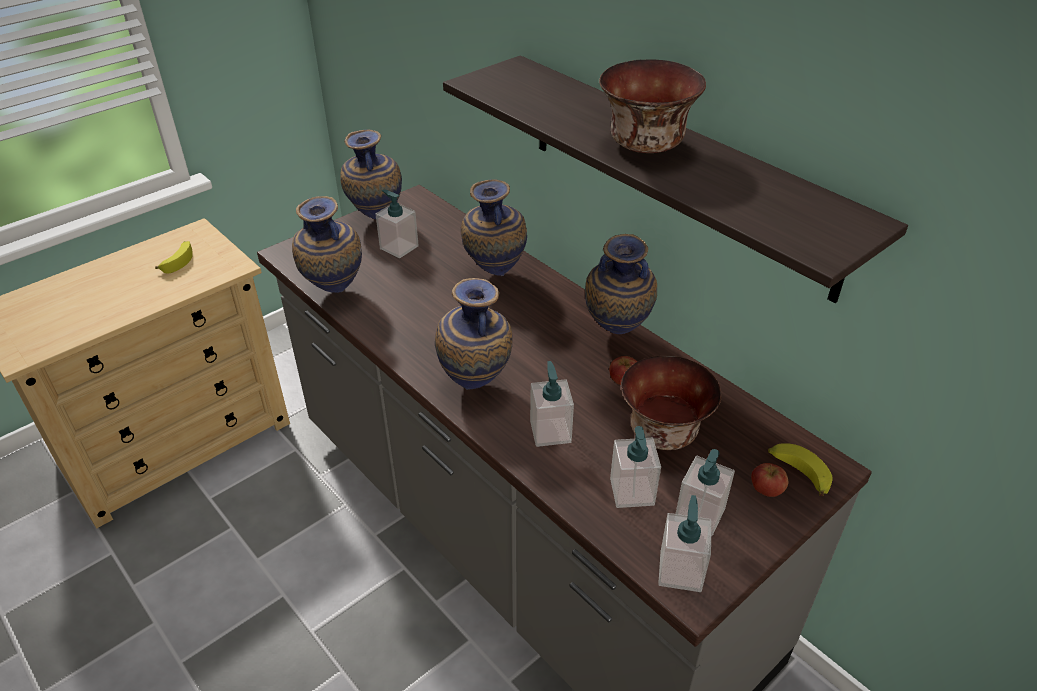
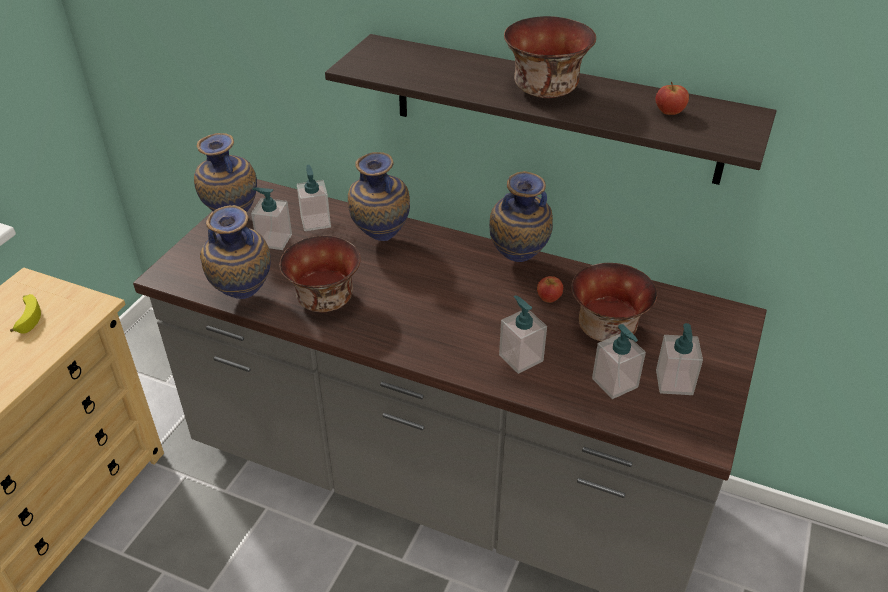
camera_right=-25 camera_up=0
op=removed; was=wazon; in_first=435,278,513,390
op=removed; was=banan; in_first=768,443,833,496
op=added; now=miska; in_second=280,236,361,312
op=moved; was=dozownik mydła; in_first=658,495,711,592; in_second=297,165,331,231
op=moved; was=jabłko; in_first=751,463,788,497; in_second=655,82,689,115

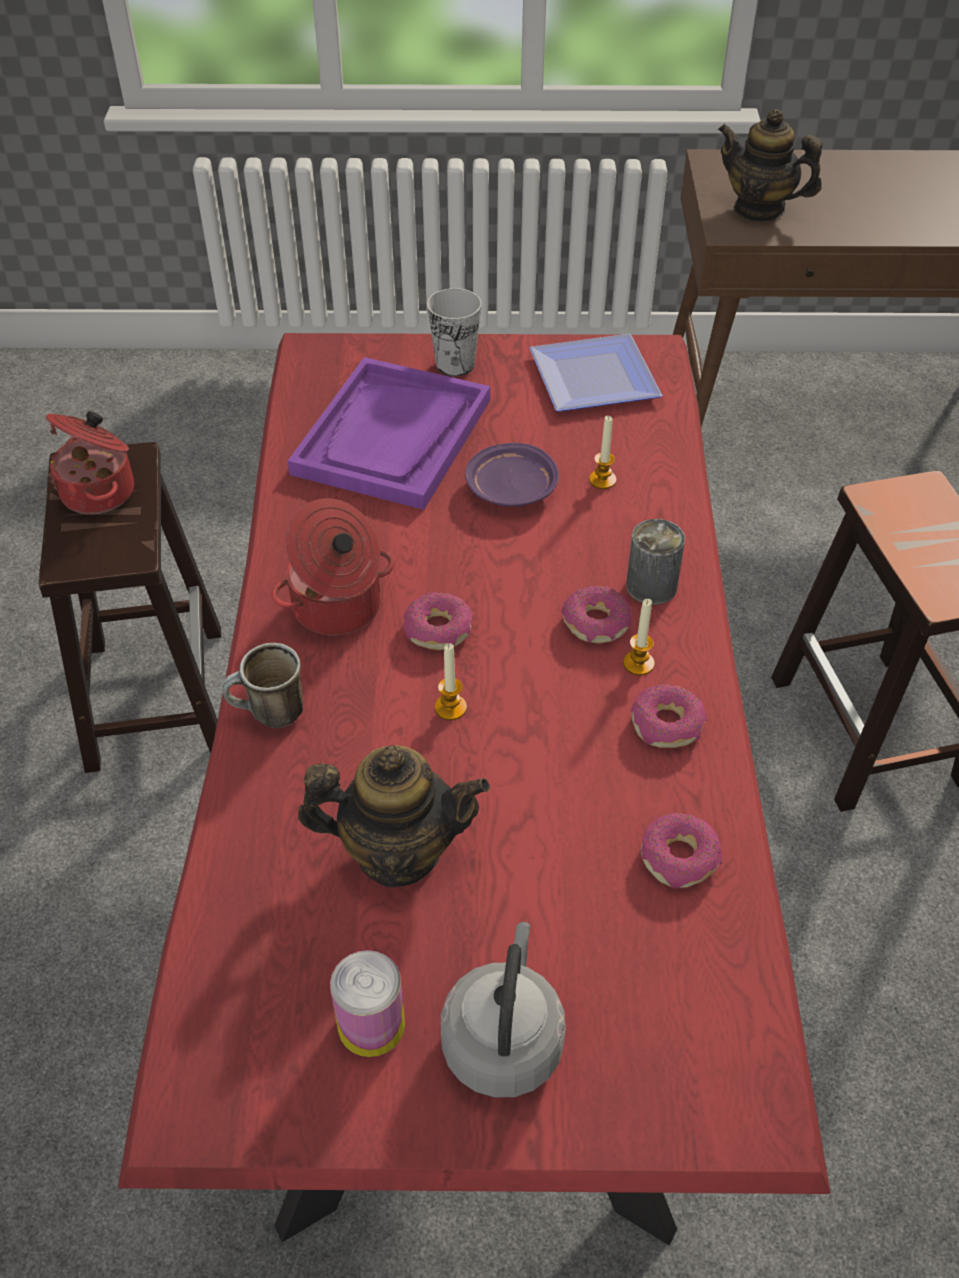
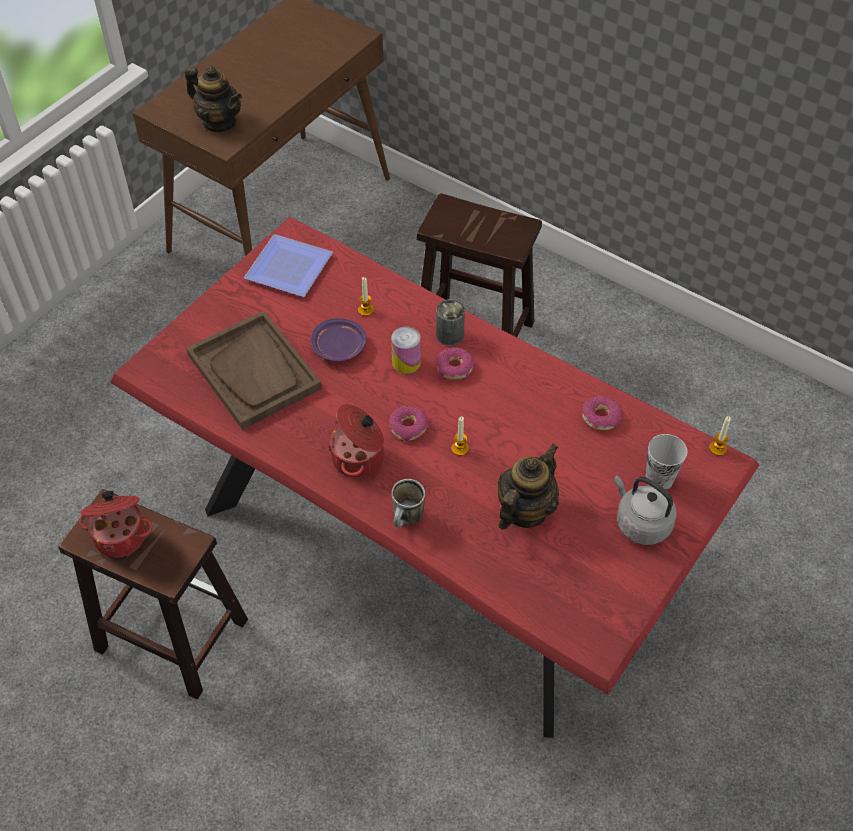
camera_right=-55 camera_up=5
op=removed; was=donut; in_first=631,684,707,748
op=moved; was=puszka; in_first=330,950,405,1057; in_second=391,326,421,374
op=moved; was=filiżanka; in_first=427,288,482,376; in_second=646,434,687,490
op=moved; was=świeca; in_first=623,599,655,675; in_second=709,416,731,456
op=recoloured; was=taca/fioletowy; now=taca/brązowy; in_first=288,357,490,510; in_second=186,311,322,430
op=turned; was=imbryk; in_first=718,109,823,222; in_second=185,66,242,132; clockwise=-120

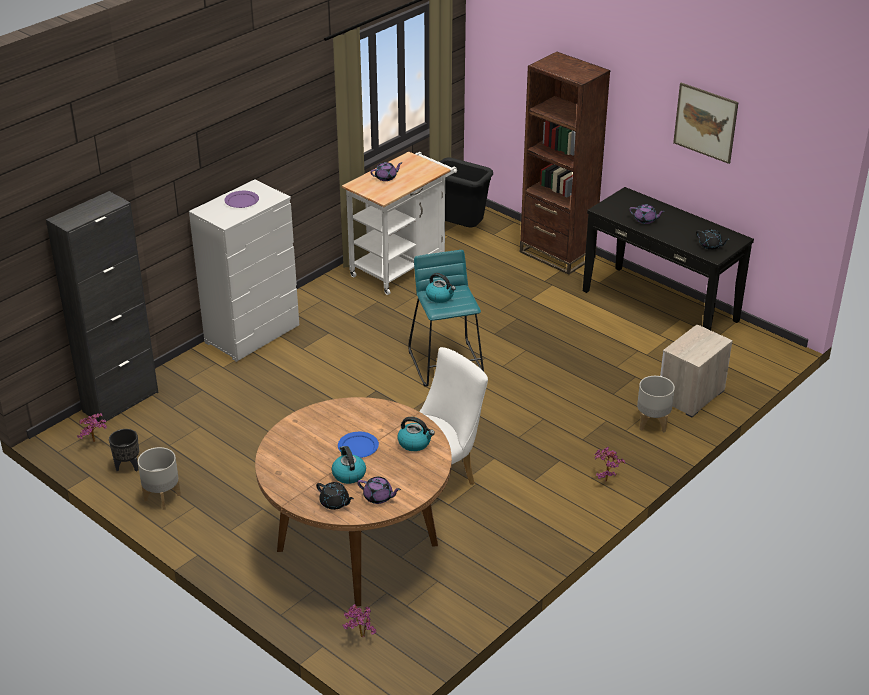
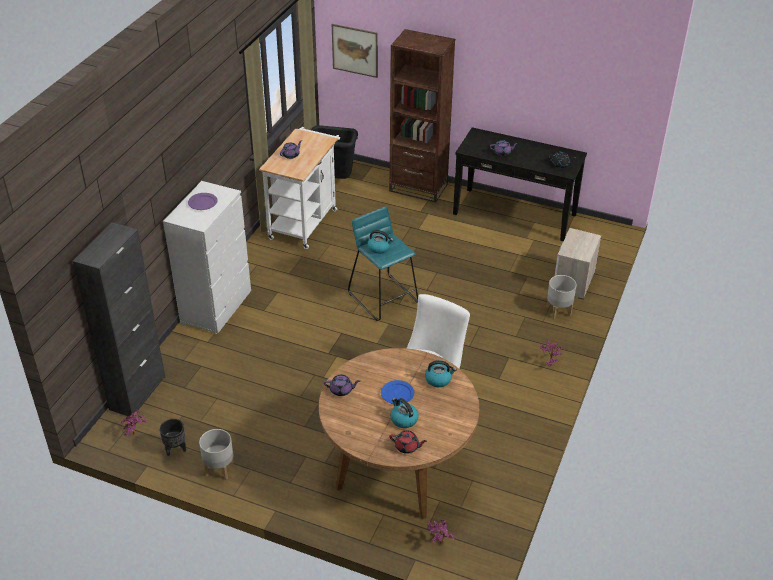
camera_right=-20 camera_up=5
op=moved; was=imbryk/fioletowy; in_first=357,477,401,504; in_second=324,375,360,396
op=moved; was=obraz; in_first=673,83,739,164; in_second=332,24,378,78
op=recoloured; was=imbryk/czarny; now=imbryk/czerwony; in_first=316,482,354,510; in_second=389,430,427,454

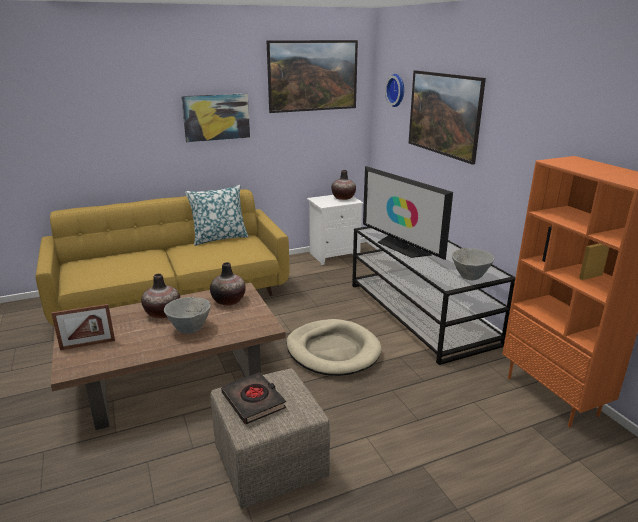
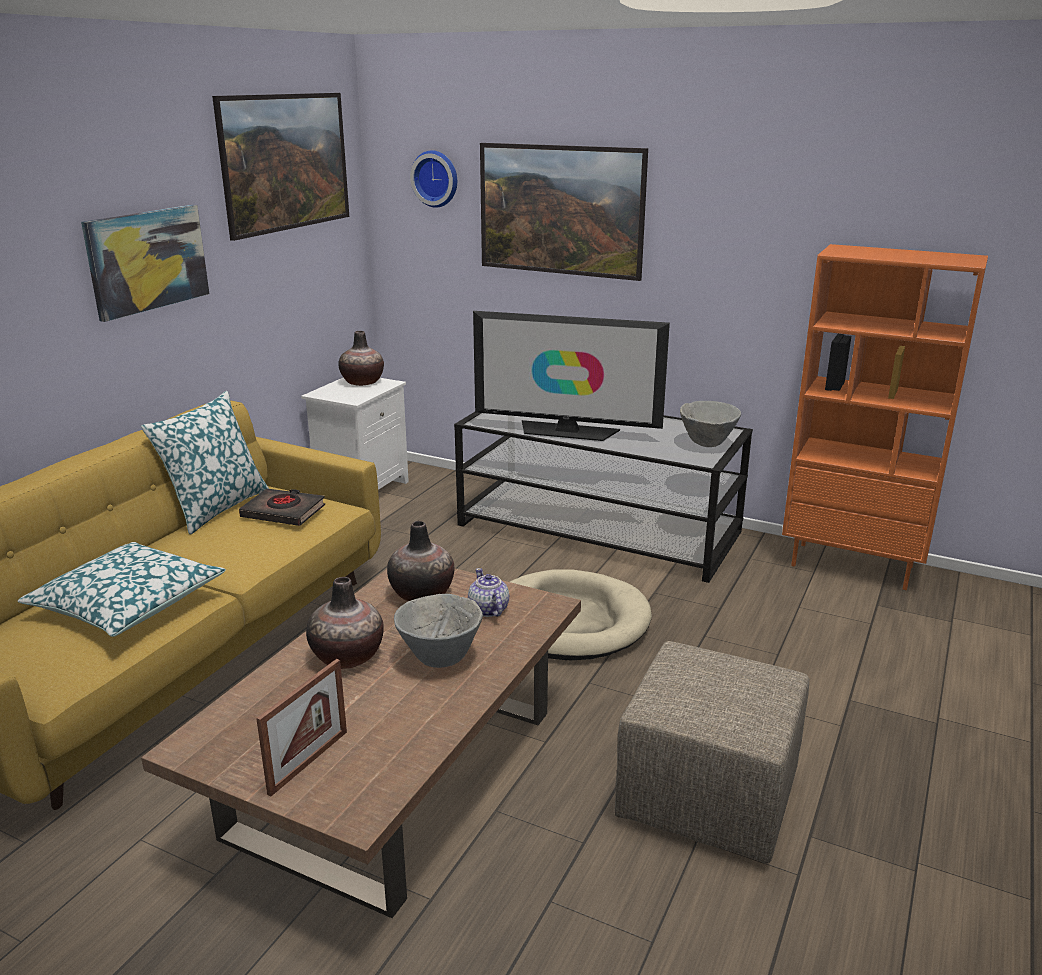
camera_right=-40 camera_up=0
op=added; now=poduszka; in_second=18,542,226,637
op=added; now=imbryk; in_second=468,568,509,617
op=moved; was=książka/czarny; in_first=221,372,286,424; in_second=239,489,325,526

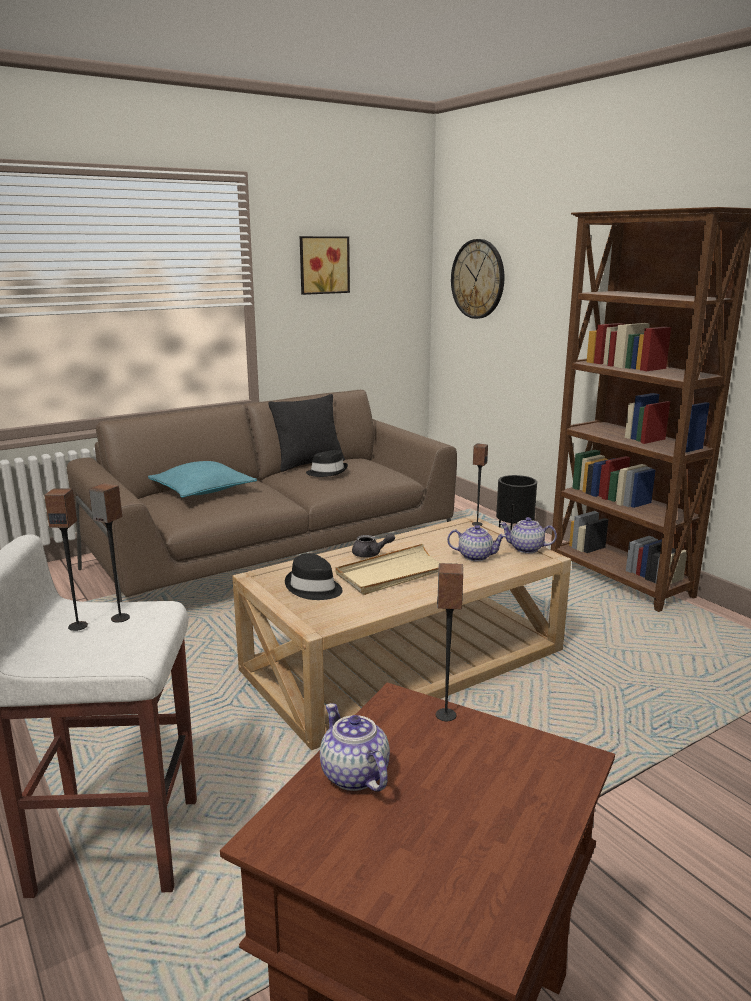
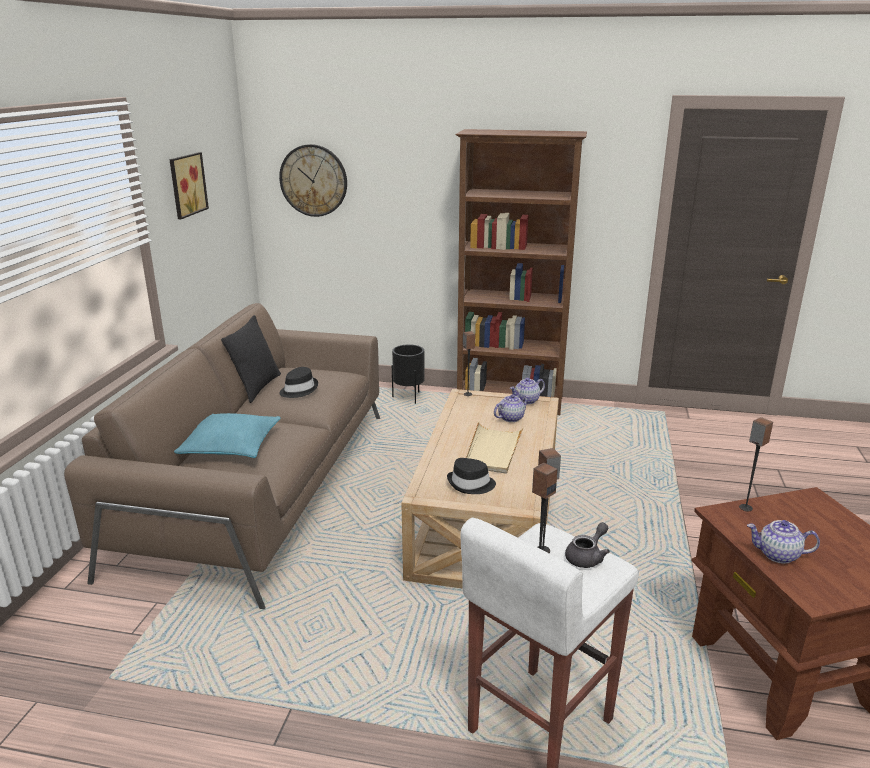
camera_right=-45 camera_up=5
op=moved; was=imbryk/szary; in_first=352,533,395,558; in_second=565,522,610,568

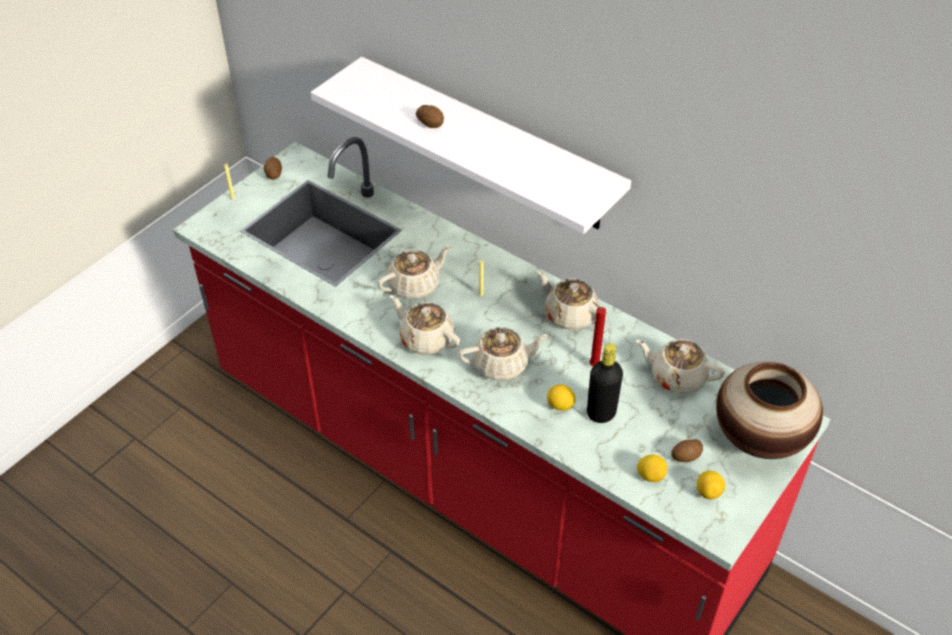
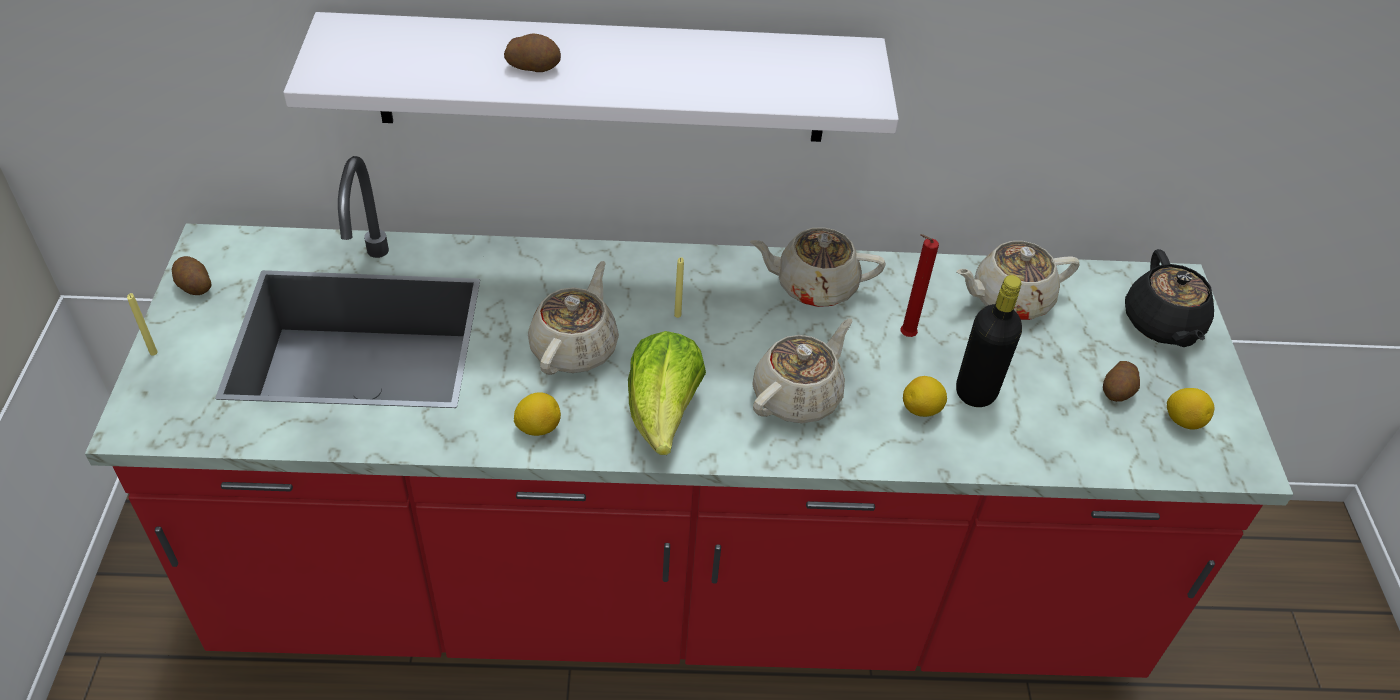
camera_right=-40 camera_up=0
op=moved; was=cytryna; in_first=637,454,667,482; in_second=514,392,561,436
op=replaced; was=imbryk/beżowy; now=sałata; in_first=390,295,460,355; in_second=628,331,706,455
op=replaced; was=wazon; now=imbryk/czarny; in_first=716,362,823,459; in_second=1125,249,1214,347

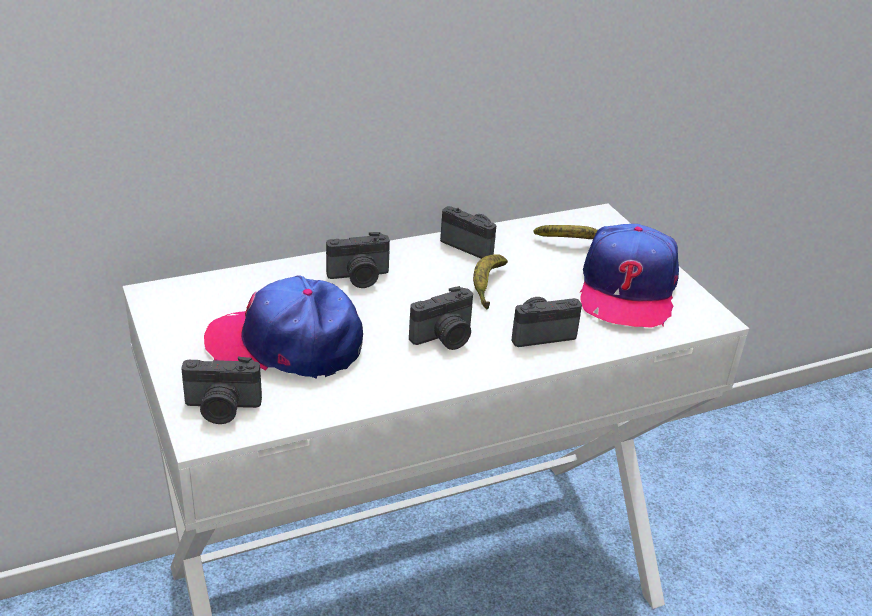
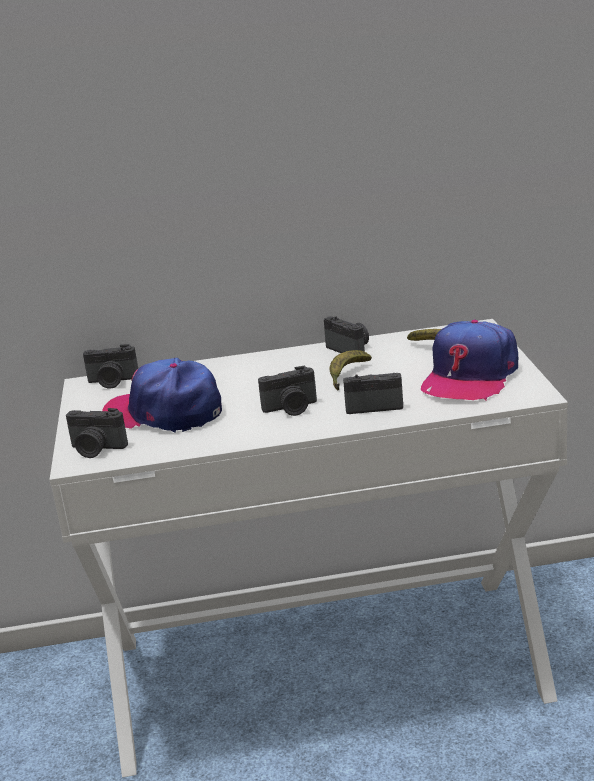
camera_right=20 camera_up=-10
op=moved; was=aparat fotograficzny; in_first=326,232,390,288; in_second=83,344,138,389

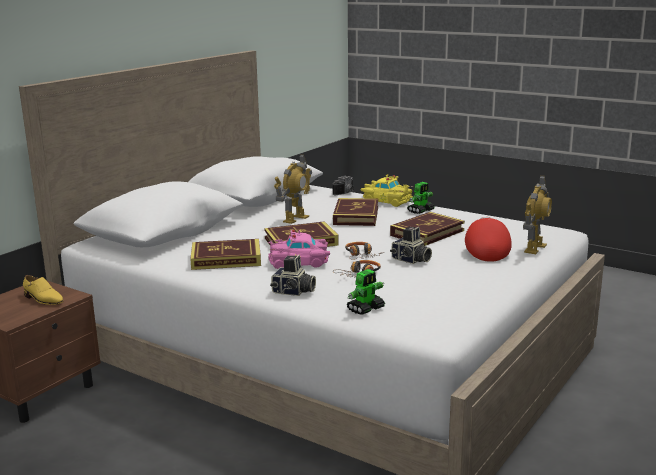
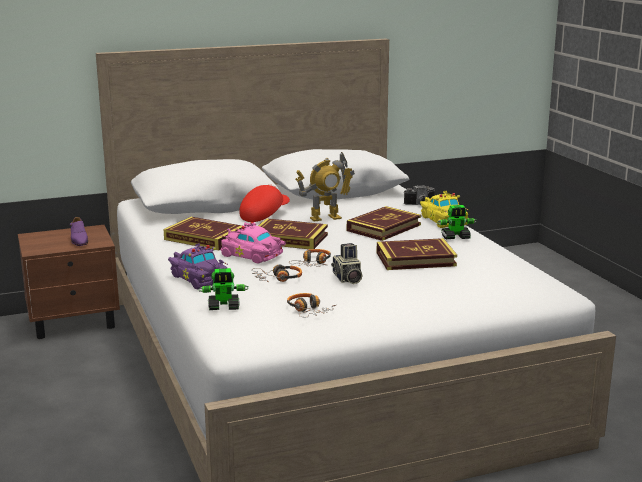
camera_right=35 camera_up=0
op=removed; was=robot zabawkowy; in_first=523,175,552,254
op=added; now=słuchawki; in_second=287,293,336,318
op=moved; was=czapka z daszkiem/czerwony; in_first=465,217,512,262; in_second=240,184,290,222
op=replaced; was=aparat fotograficzny; now=samochodzik/fioletowy; in_first=270,255,316,296; in_second=168,243,228,289
op=recoloured; was=but/żółty; now=but/fioletowy; in_first=23,275,63,305; in_second=70,217,88,246

